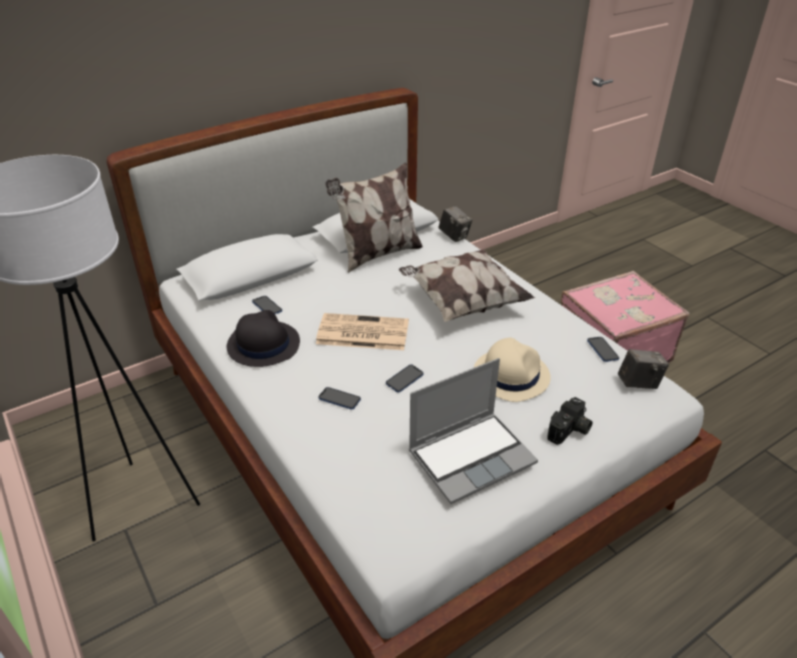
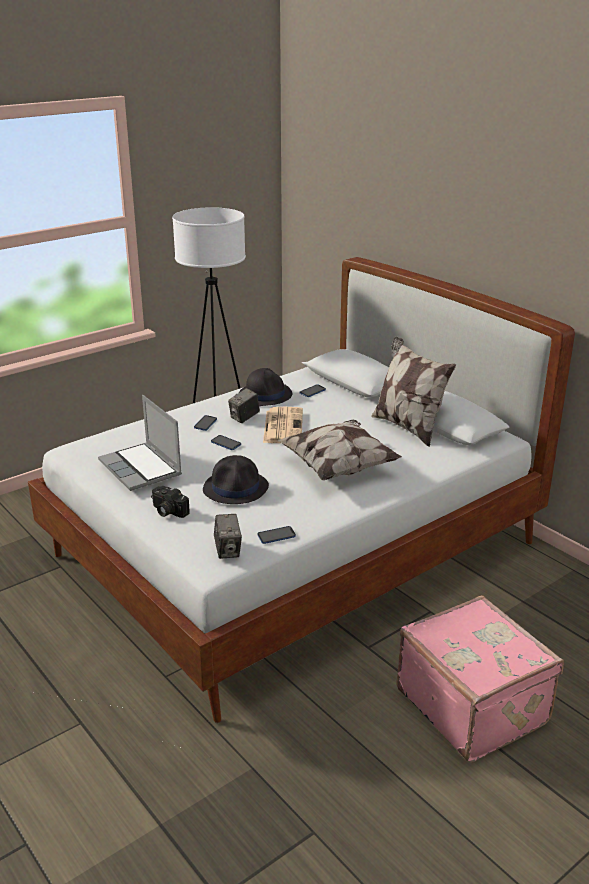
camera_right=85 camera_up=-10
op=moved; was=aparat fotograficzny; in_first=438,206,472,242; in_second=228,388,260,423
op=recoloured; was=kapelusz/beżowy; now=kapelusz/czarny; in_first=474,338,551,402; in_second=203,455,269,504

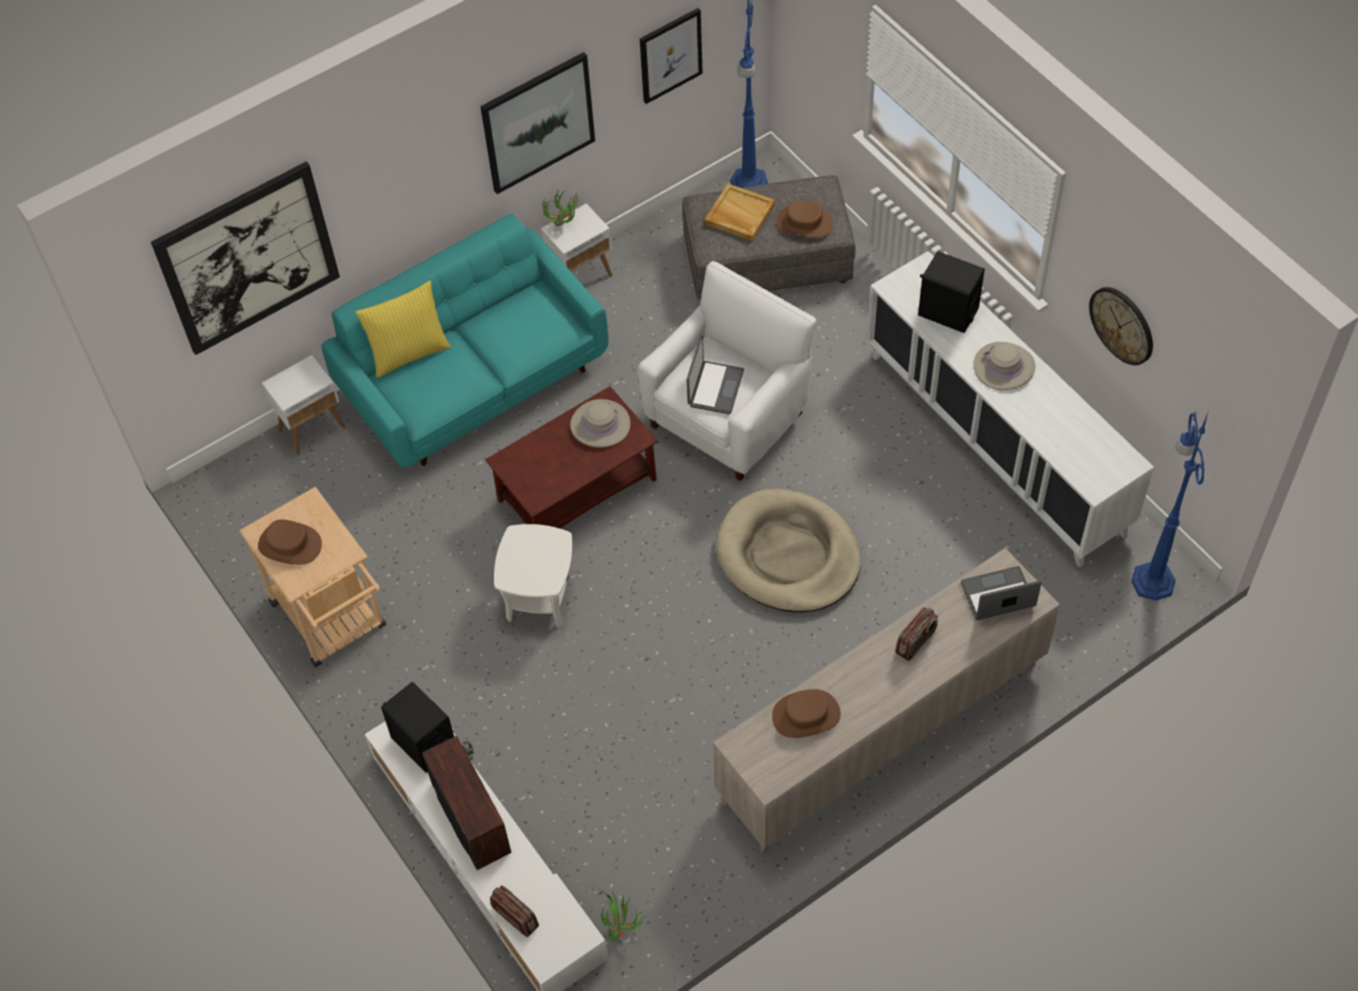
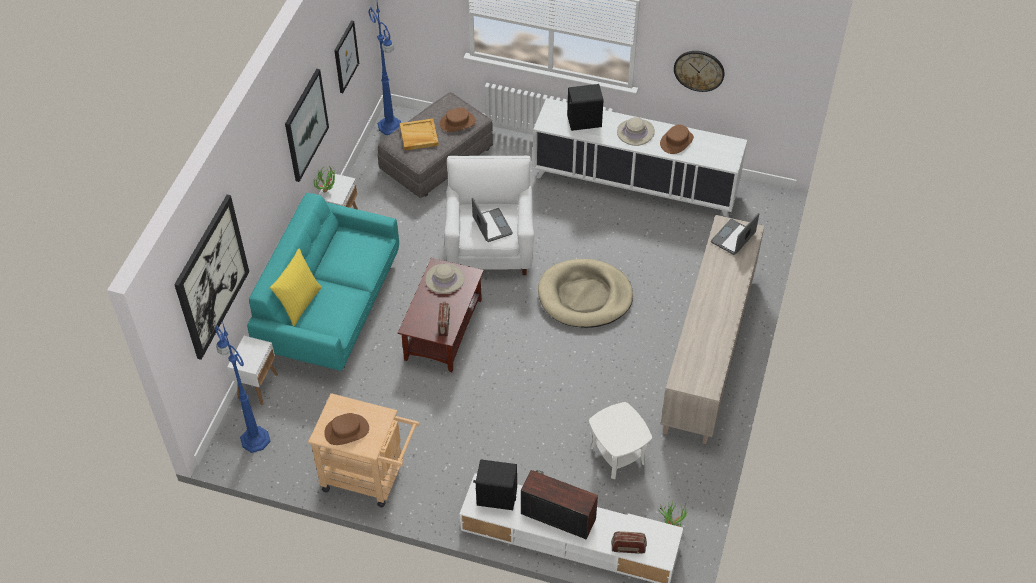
camera_right=-40 camera_up=-5
op=moved; was=stolik/biały; in_first=494,524,573,627; in_second=589,402,652,479
op=moved; was=kapelusz/brązowy; in_first=772,689,841,738; in_second=660,124,694,154
op=moved; was=radio; in_first=895,607,938,661; in_second=438,302,450,336
op=moved; was=lampa stojąca/niebieski; in_first=1131,410,1209,600; in_second=215,321,271,453

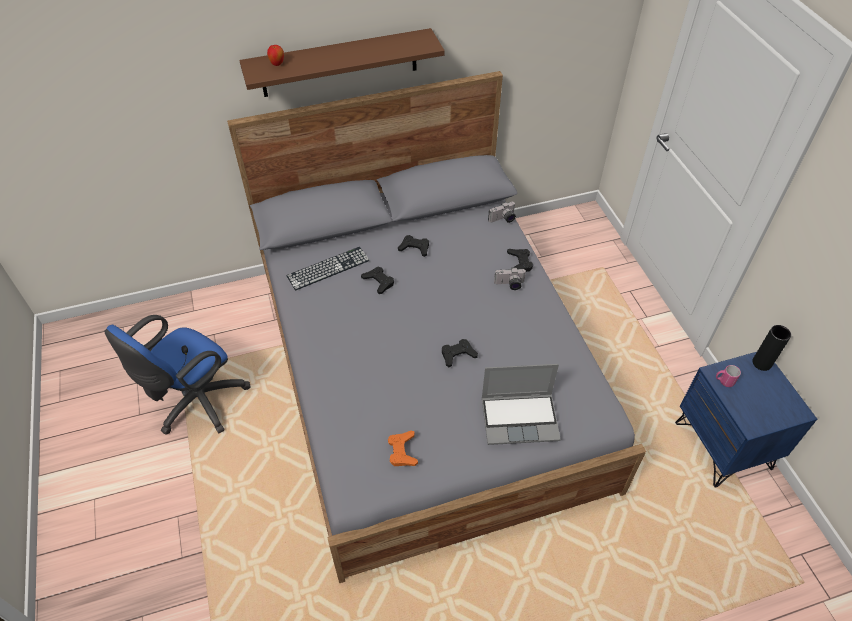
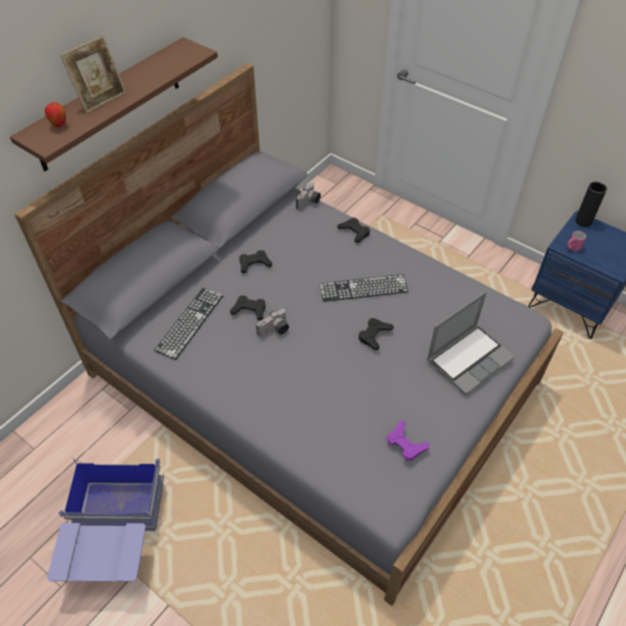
camera_right=-35 camera_up=0
op=added; now=ramka na zdjęcie; in_second=60,36,126,113
op=added; now=klawiatura; in_second=319,274,409,302
op=moved; was=aparat fotograficzny; in_first=494,267,526,290; in_second=256,308,289,337
op=replaced; was=krzesło biurowe/niebieski; now=pojemnik do przechowywania/niebieski; in_first=104,315,251,435; in_second=47,457,164,582
op=recoloured; was=pad do gier/pomarańczowy; now=pad do gier/fioletowy; in_first=388,431,418,466; in_second=387,420,430,461

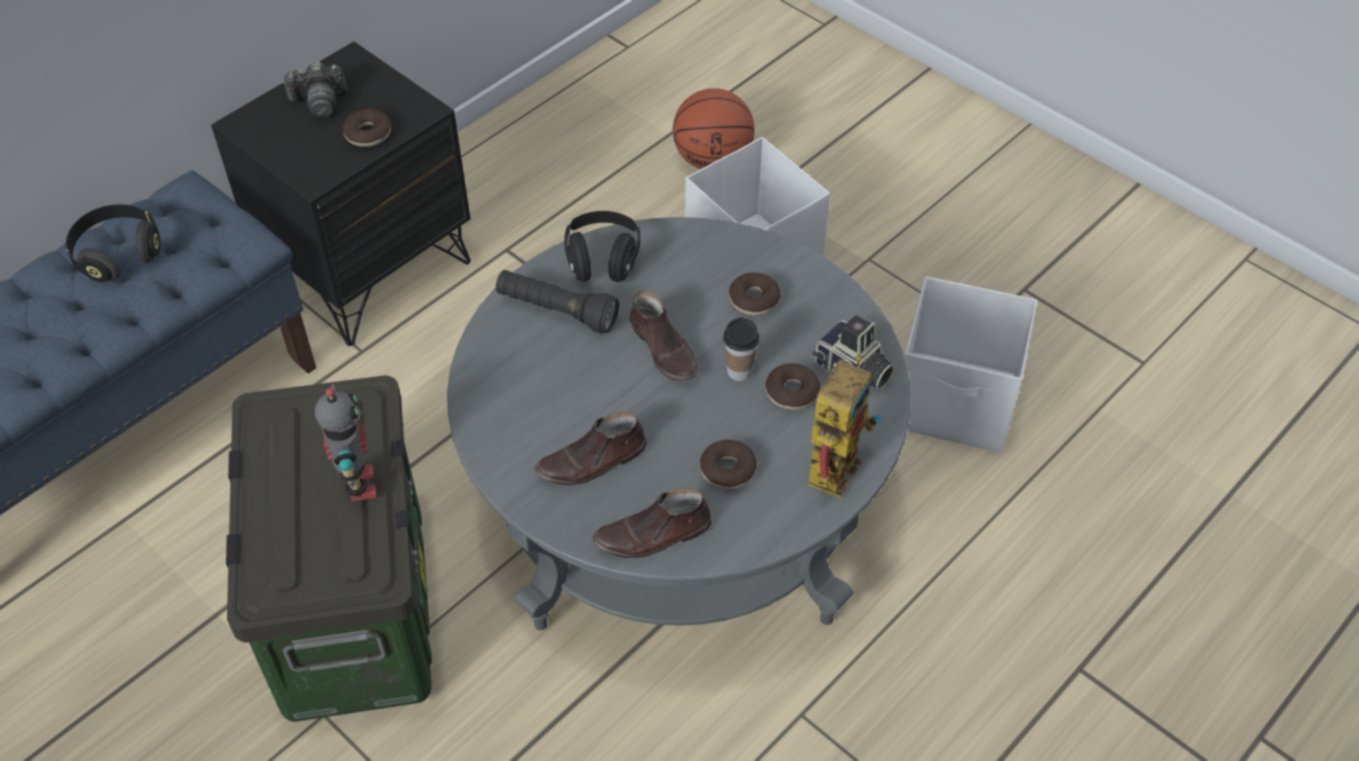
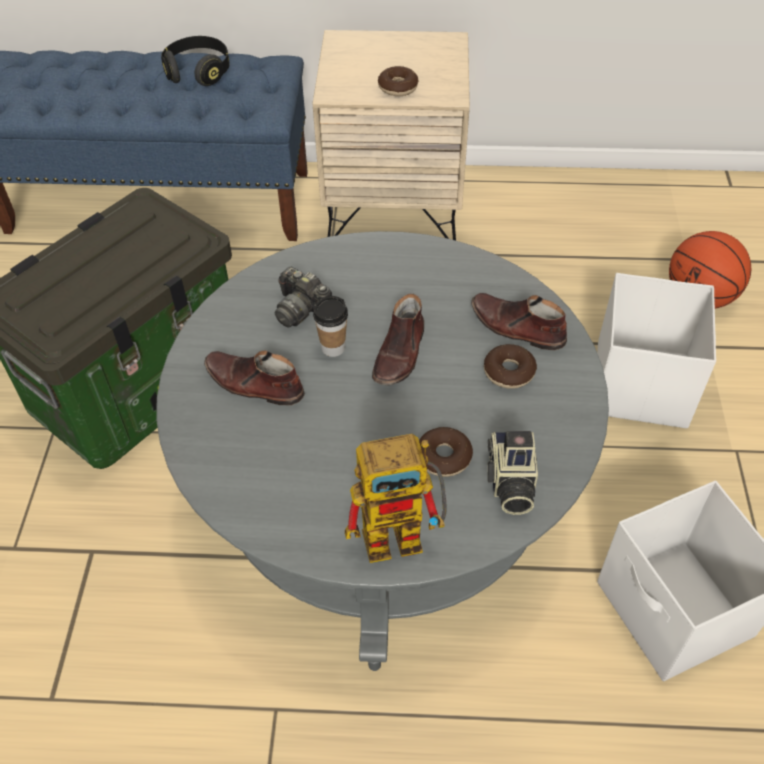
camera_right=50 camera_up=0
op=removed; was=robot zabawkowy; in_first=315,382,376,502
op=removed; was=latarka/czarny; in_first=496,270,619,334
op=removed; was=słuchawki/czarny; in_first=564,211,640,282
op=removed; was=donut; in_first=700,440,757,490
op=moved; was=aparat fotograficzny; in_first=282,61,347,118; in_second=275,267,332,328
op=moved; was=but/brązowy; in_first=592,488,712,558; in_second=471,293,567,351
op=moved; was=filiżanka; in_first=723,318,759,381; in_second=313,296,348,357
op=recoloured; was=szafka nocna/czarny; now=szafka nocna/beżowy; in_first=211,42,471,346; in_second=313,30,470,241

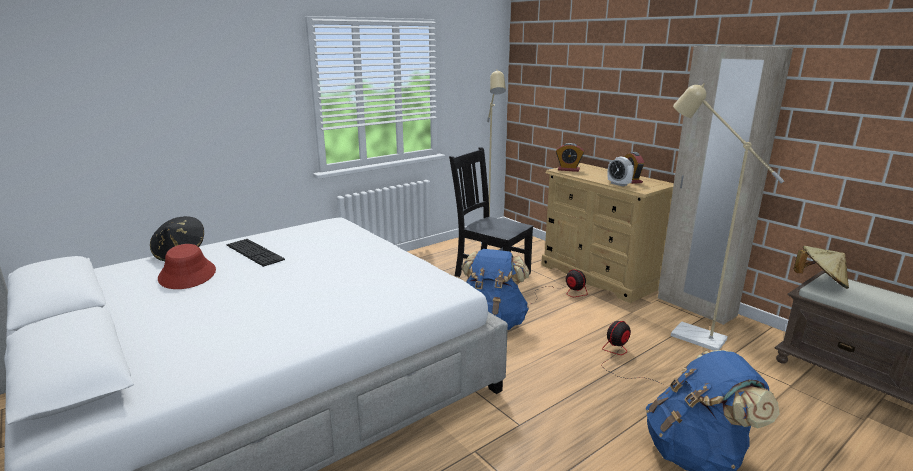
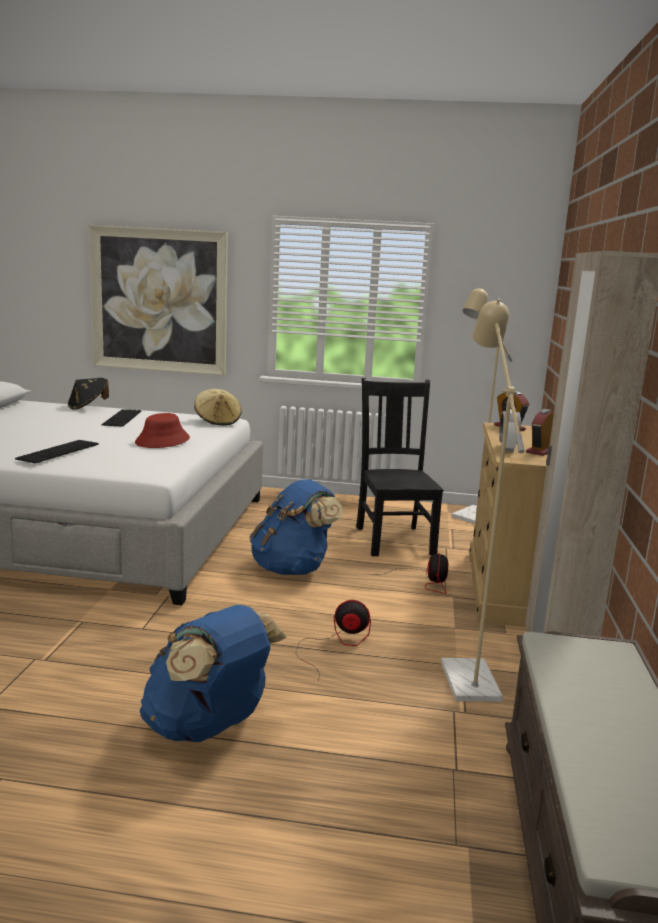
camera_right=45 camera_up=-5
op=added; now=klawiatura; in_second=15,440,99,463
op=added; now=obraz; in_second=88,225,228,376
op=moved; was=kapelusz/czerwony; in_first=158,244,216,289; in_second=135,413,190,448
op=moved; was=kapelusz/beżowy; in_first=794,246,849,289; in_second=194,389,242,426

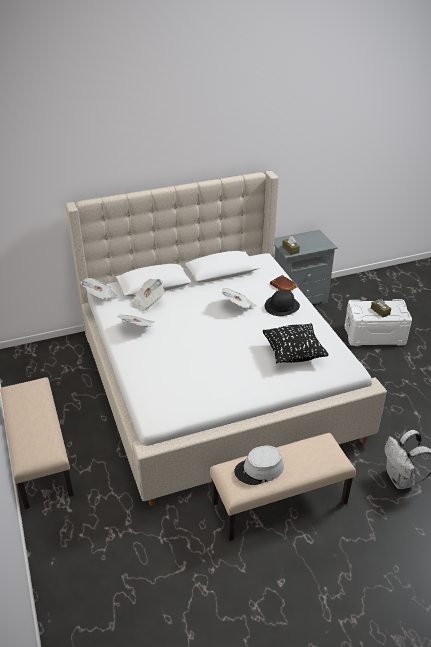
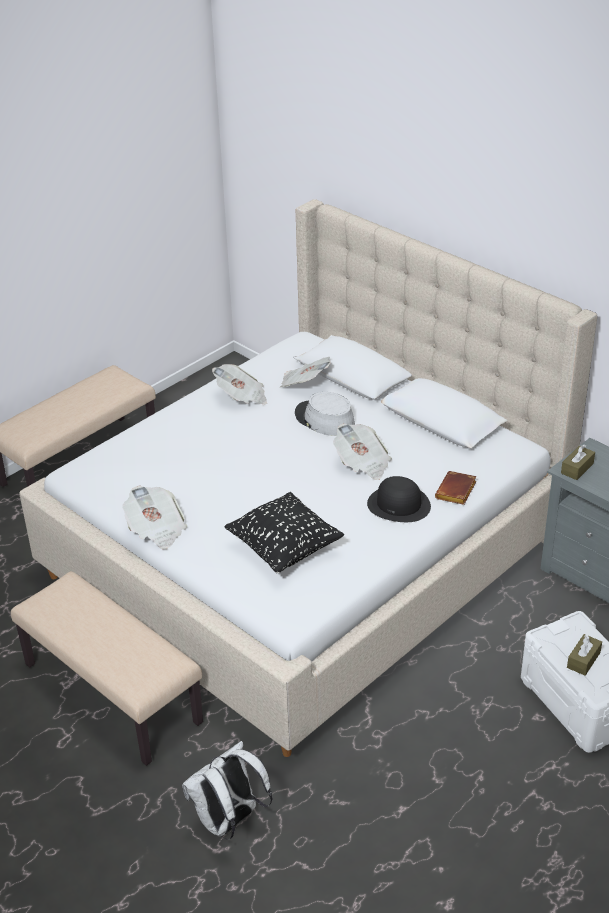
camera_right=65 camera_up=0
op=moved; was=gazeta; in_first=80,278,118,299; in_second=122,485,187,549
op=moved; was=kapelusz/szary; in_first=234,445,284,485; in_second=295,392,355,436

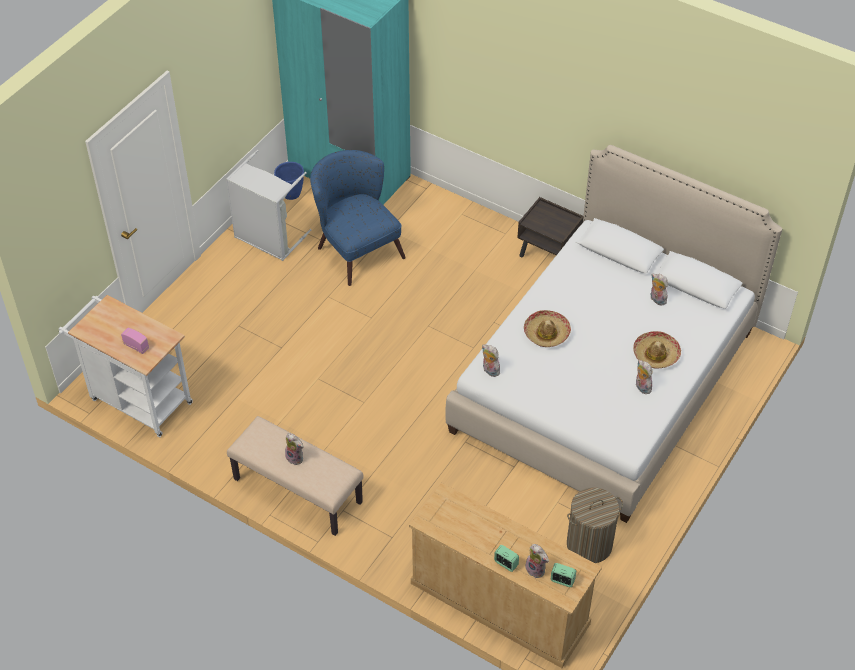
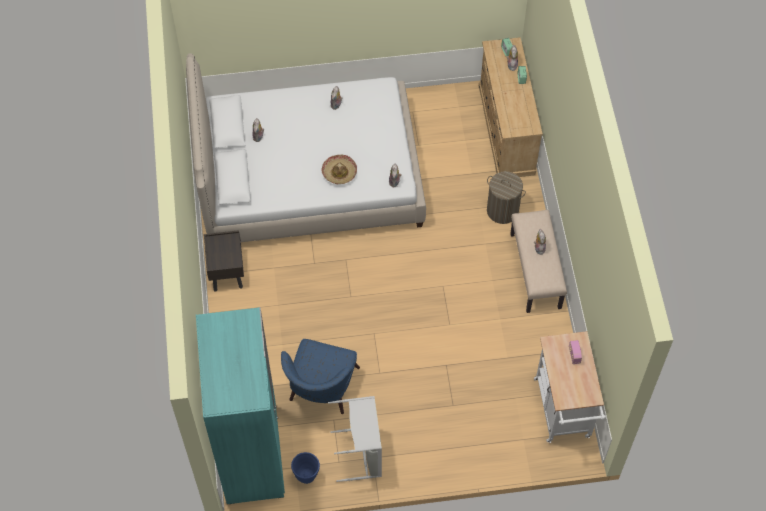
camera_right=-130 camera_up=10
op=removed; was=kapelusz; in_first=633,331,681,369
op=moved; was=kosz na pranie; in_first=567,487,623,563; in_second=487,171,526,224

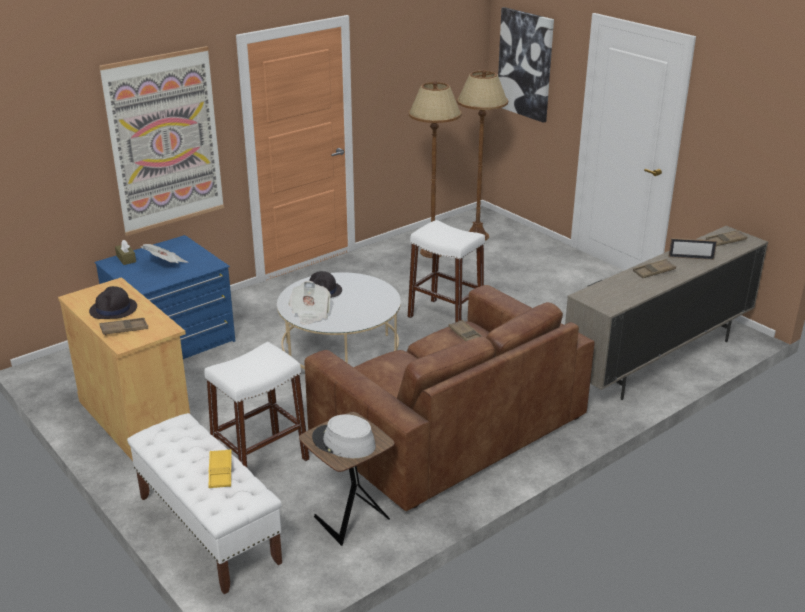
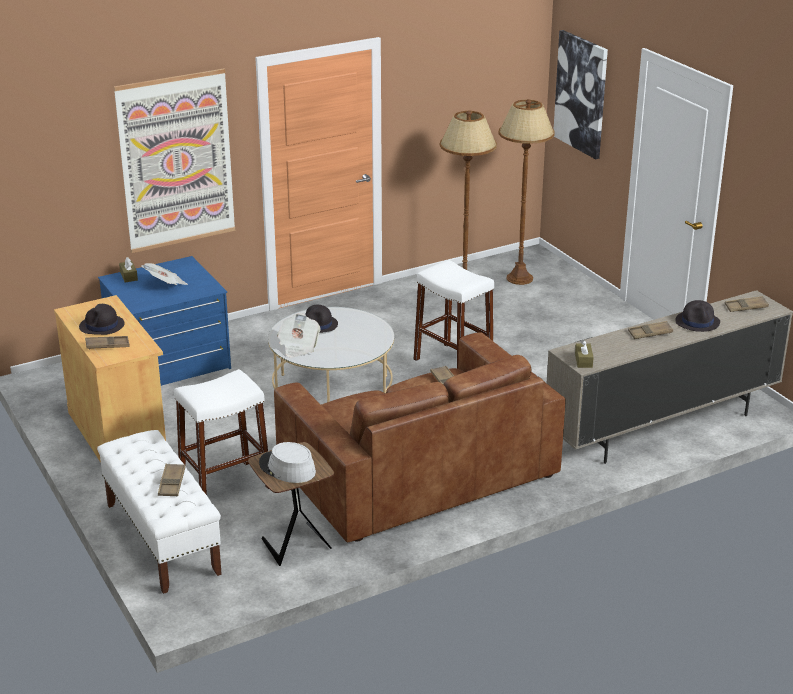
camera_right=10 camera_up=0
op=added; now=pudełko chusteczek/brązowy; in_second=575,339,594,368
op=replaced; was=ramka na zdjęcie; now=kapelusz/czarny; in_first=669,238,717,260; in_second=675,300,720,332
op=recoloured; was=taca/żółty; now=taca/brązowy; in_first=208,449,232,488; in_second=158,463,185,496

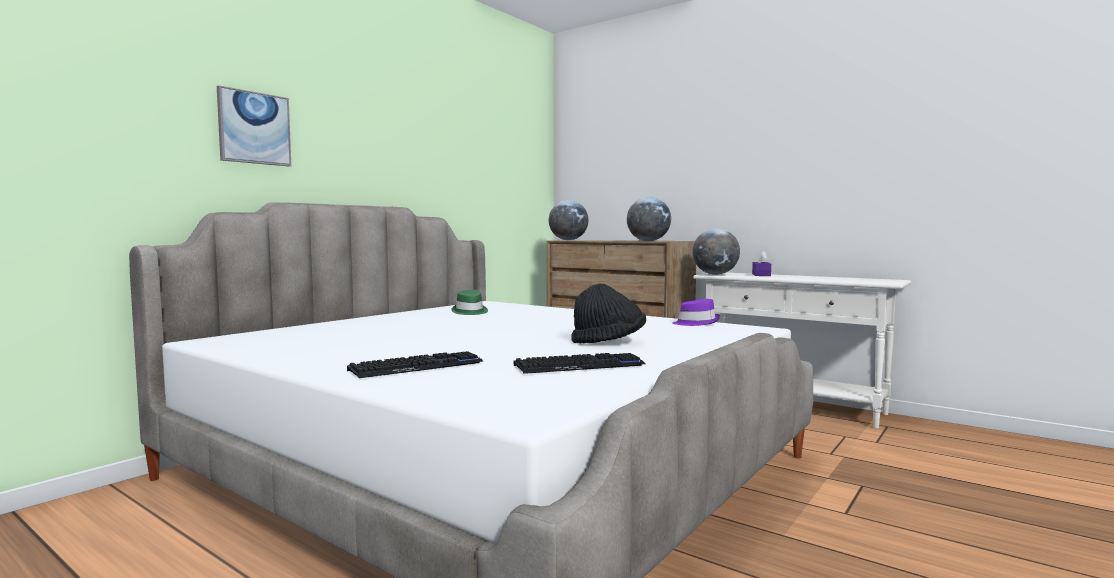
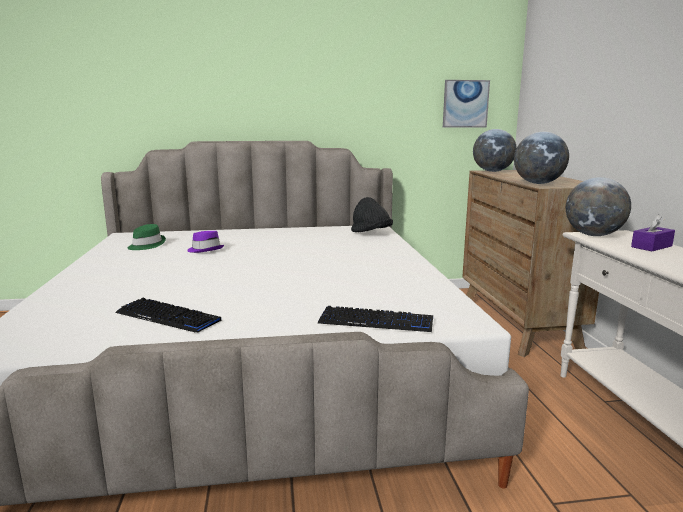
camera_right=45 camera_up=10
op=moved; was=obraz; in_first=217,86,291,166; in_second=443,80,490,128
op=moved; was=klawiatura; in_first=347,351,483,378; in_second=318,306,433,332
op=moved; was=kapelusz/zielony; in_first=452,290,488,315; in_second=128,224,166,250
op=moved; was=kapelusz/czarny; in_first=571,283,646,343; in_second=351,197,393,232
op=moved; was=kapelusz/fioletowy; in_first=673,299,720,326; in_second=187,231,224,253

